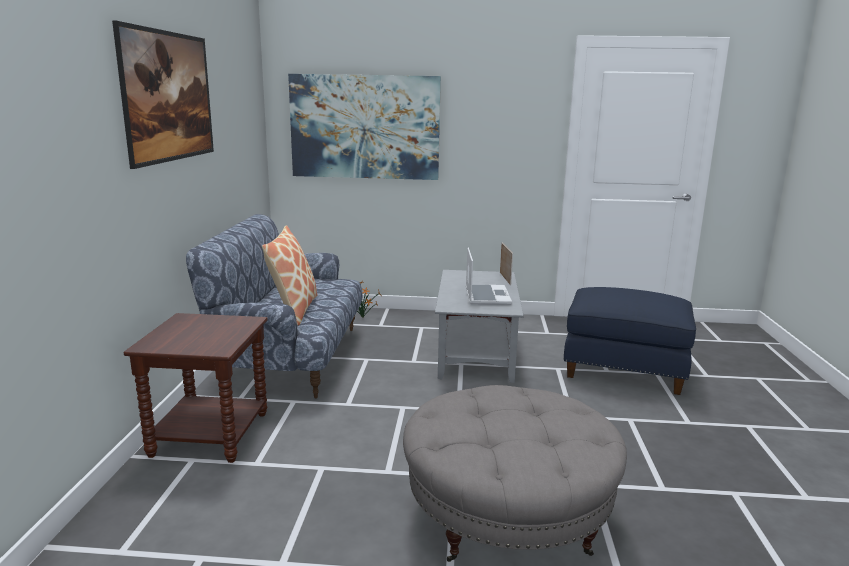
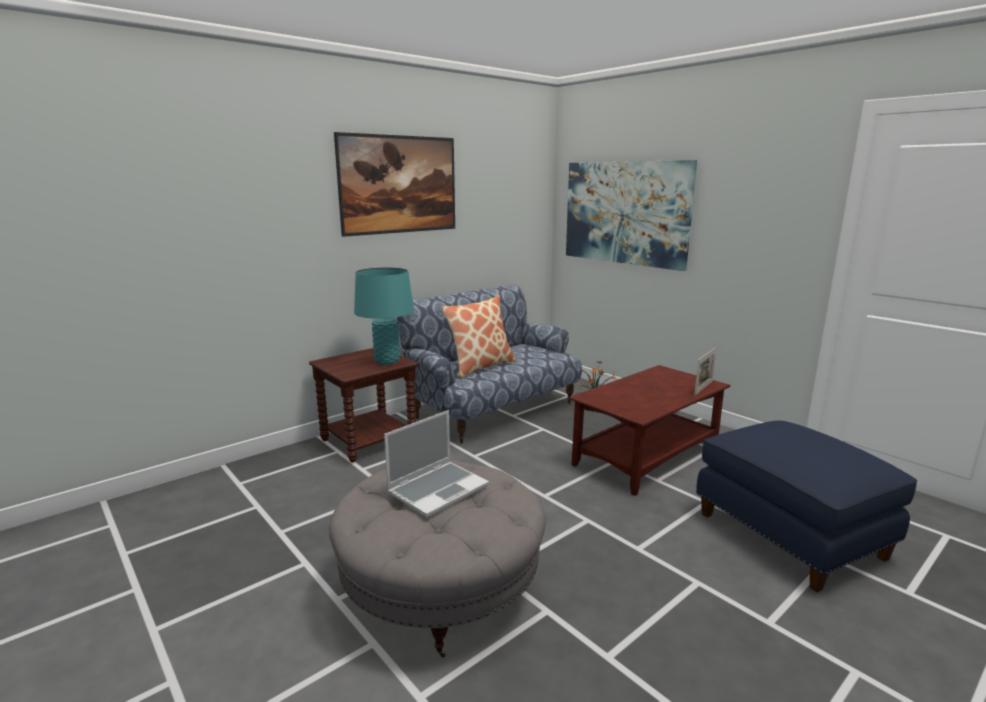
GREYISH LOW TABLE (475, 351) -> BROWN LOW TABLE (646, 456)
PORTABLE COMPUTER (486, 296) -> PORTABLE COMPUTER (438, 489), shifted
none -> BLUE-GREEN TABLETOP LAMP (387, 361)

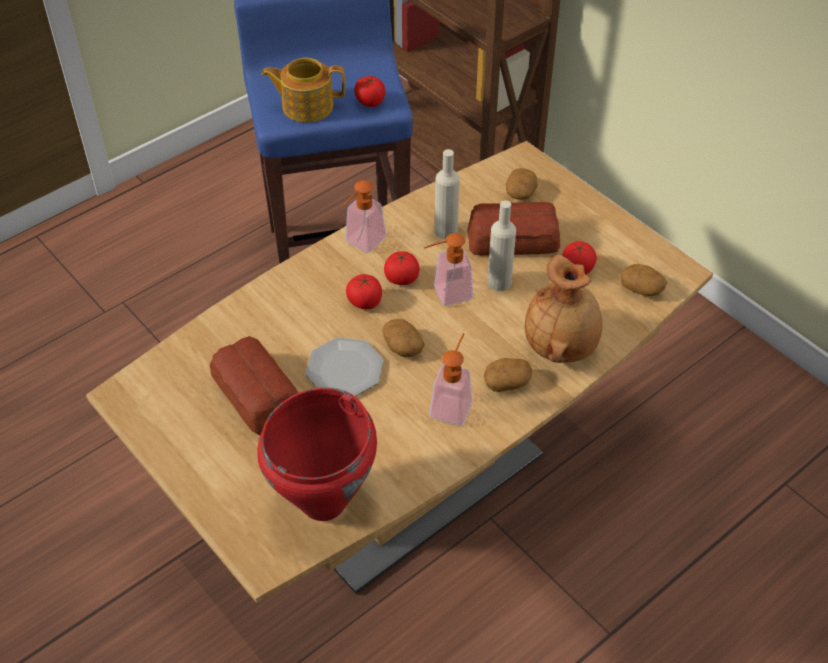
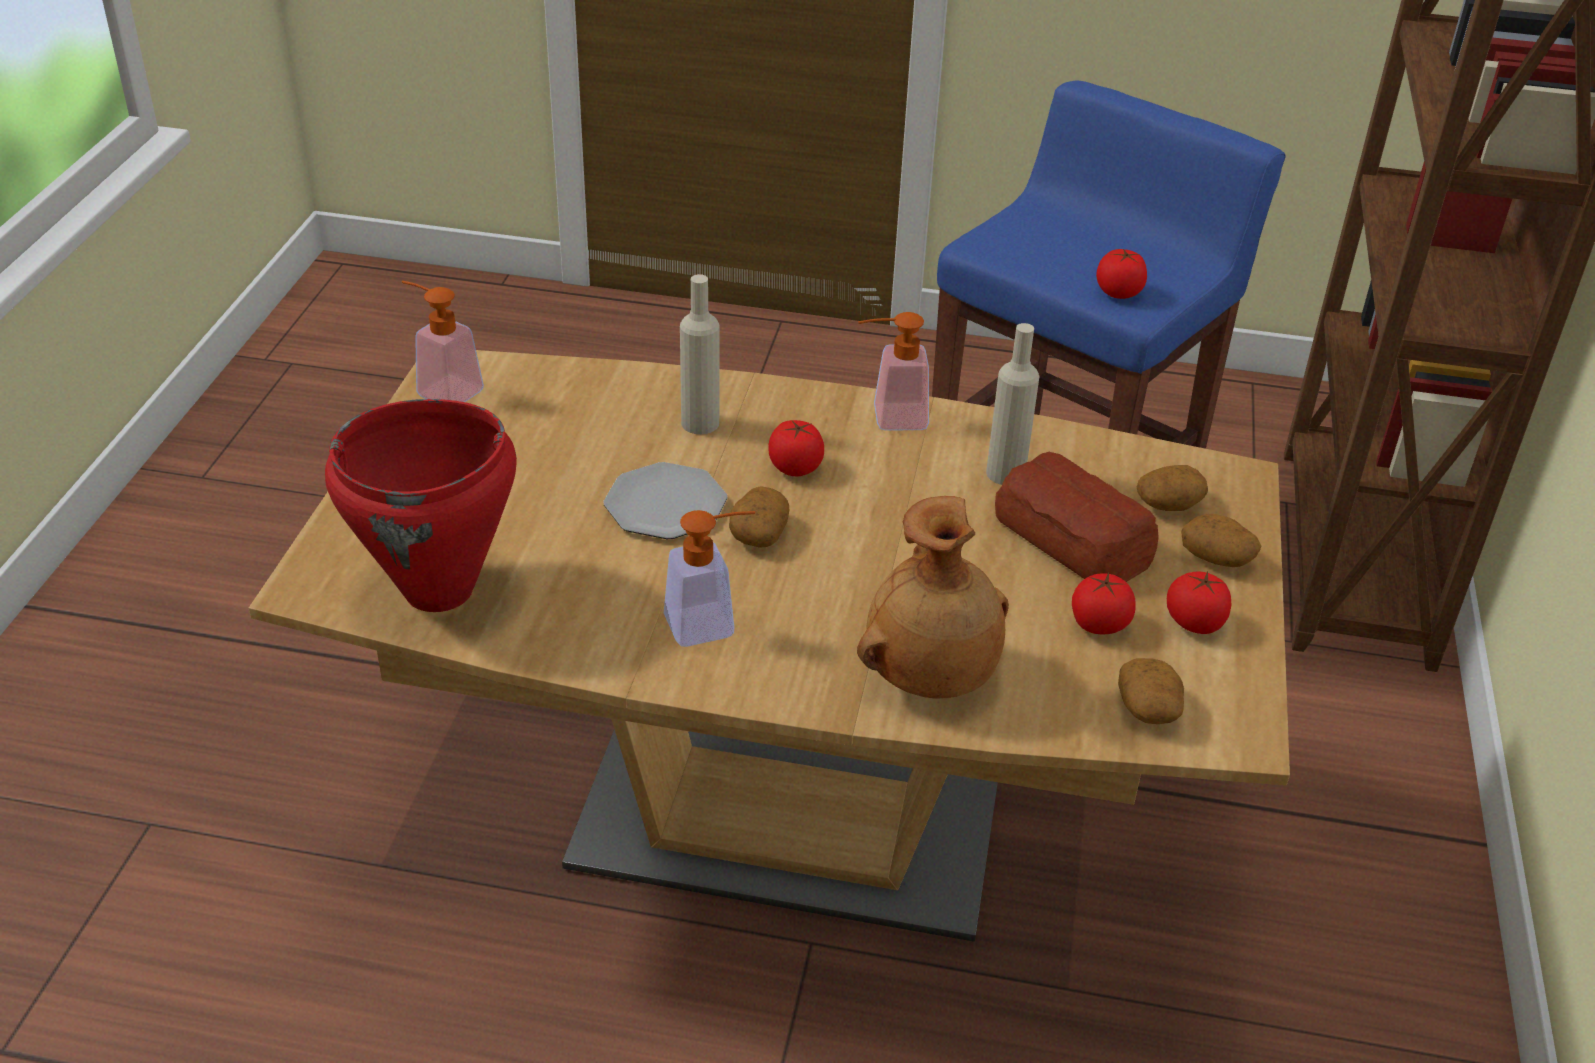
BAKED BREAD (257, 396) -> none
TEA POT (306, 106) -> none
TOMATO (401, 278) -> TOMATO (1194, 622), shifted
SOAP BOTTLE (446, 294) -> SOAP BOTTLE (442, 389), shifted
SPUD (507, 382) -> SPUD (1217, 557), shifted
BEIGE-COLOURED BOTTLE (499, 282) -> BEIGE-COLOURED BOTTLE (700, 423), shifted

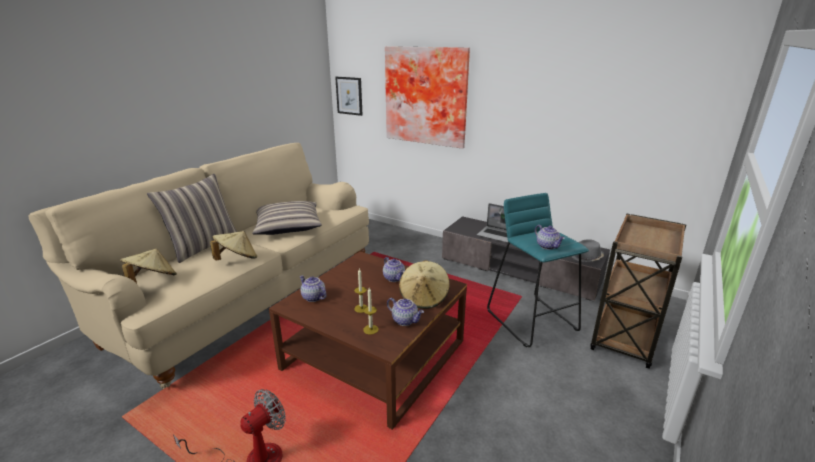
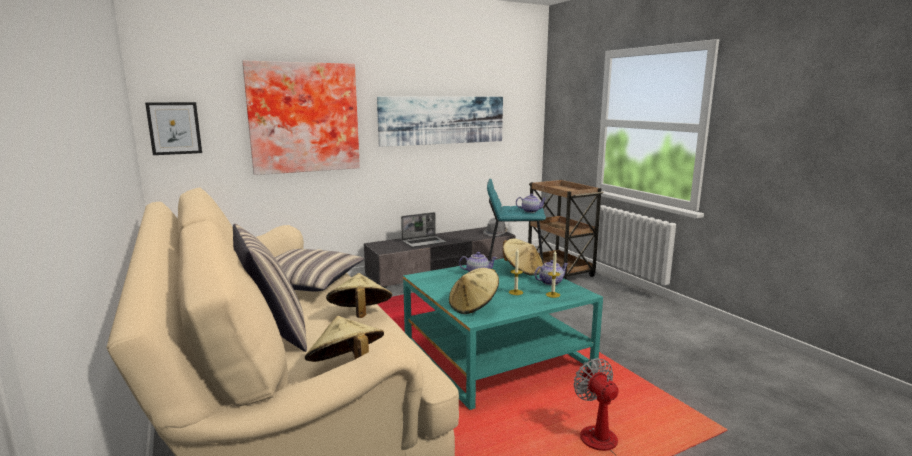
BROWN LOW TABLE (374, 355) -> BLUE-GREEN LOW TABLE (495, 355)
TEA POT (313, 297) -> BEIGE-COLOURED CLOTHING HAT (473, 306)
none -> WALL PICTURE (443, 120)

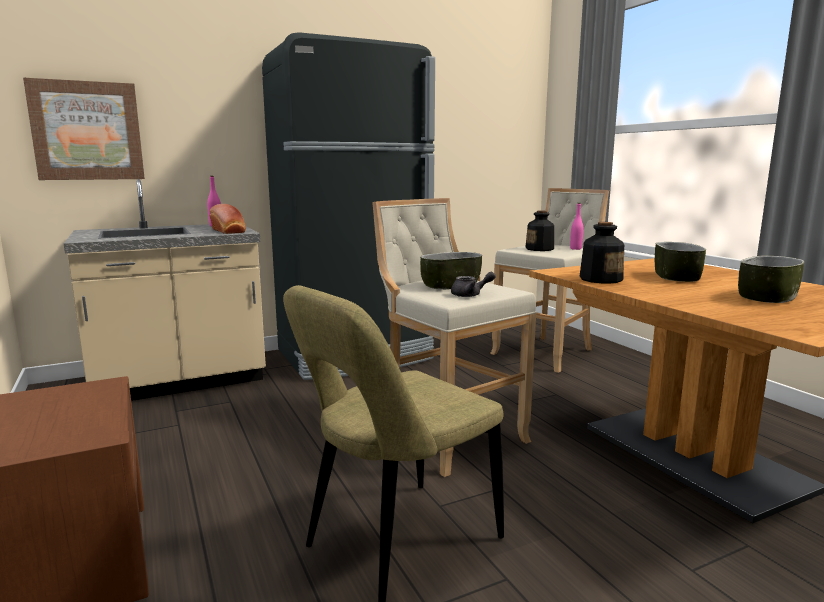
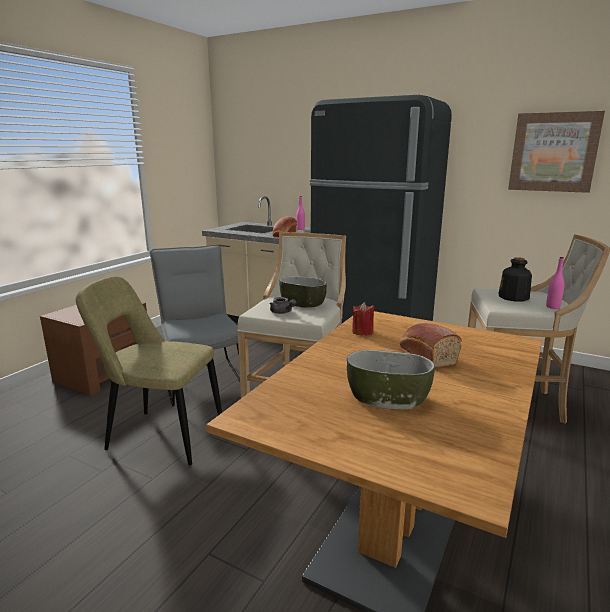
WALL PICTURE (87, 131) -> WALL PICTURE (553, 152), shifted
BOTTLE (600, 279) -> RED-COLOURED WAX CANDLE (362, 332)
SERVING BOWL (676, 277) -> BAKED BREAD (425, 355)
none -> GREYISH PLAIN CHAIR (202, 378)

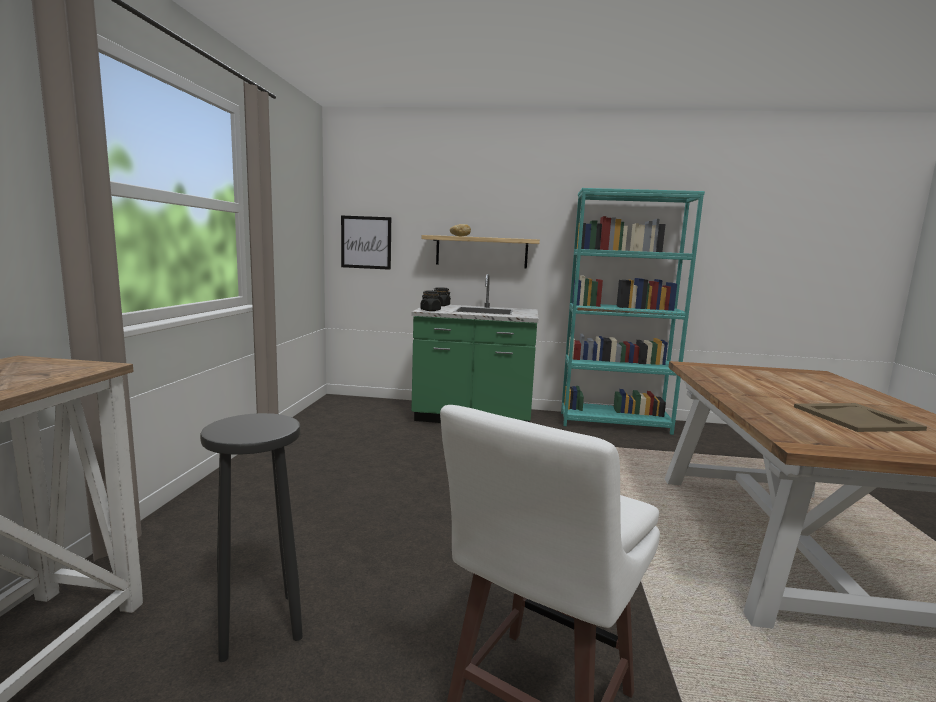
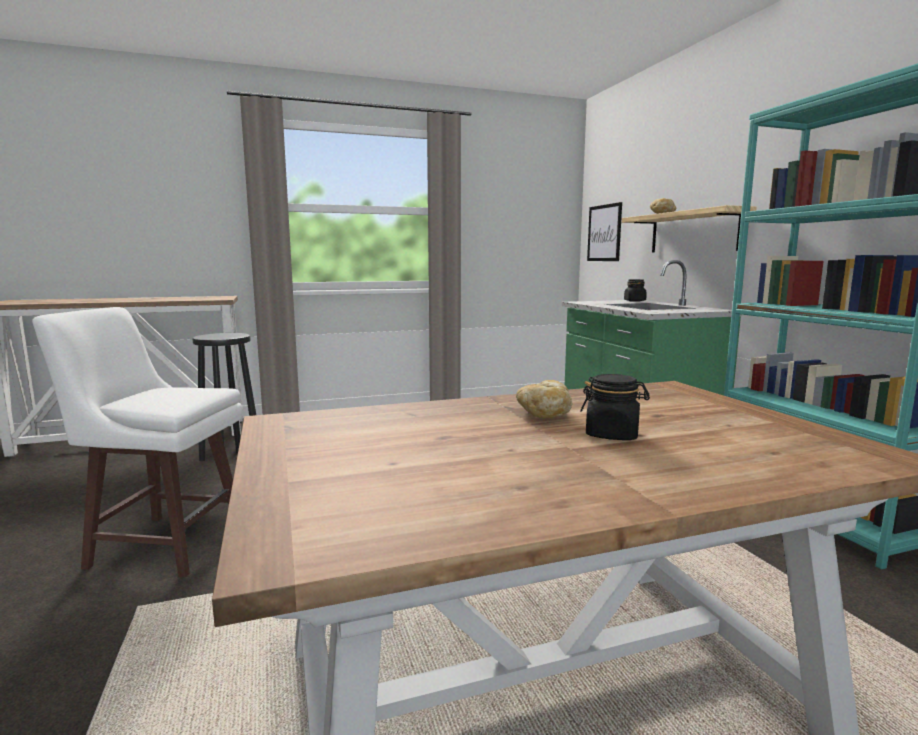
BLACK-COLOURED PRESERVE JAR (430, 310) -> BLACK-COLOURED PRESERVE JAR (612, 434), shifted
BEIGE-COLOURED CARRYING TRAY (854, 418) -> none
none -> BAKED BREAD (544, 414)

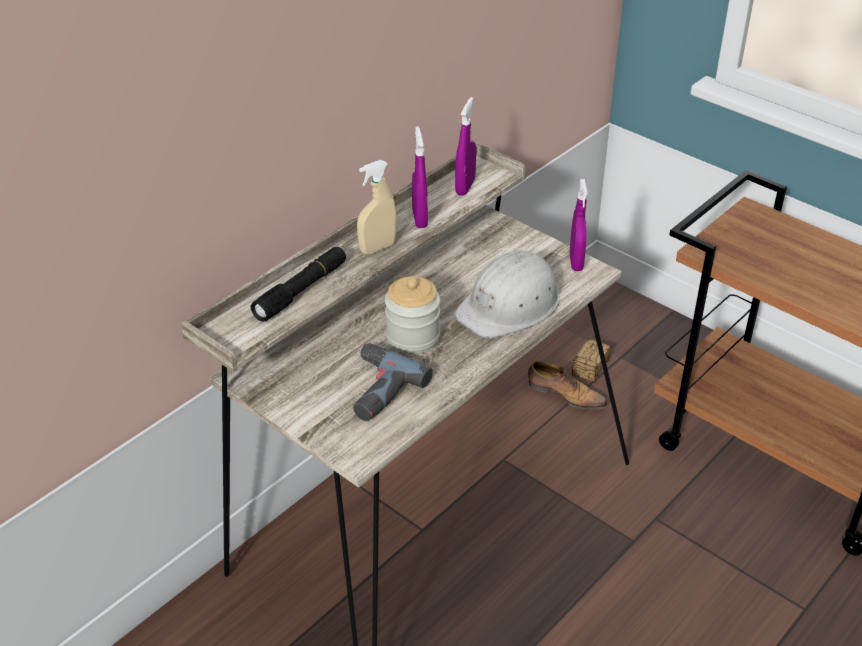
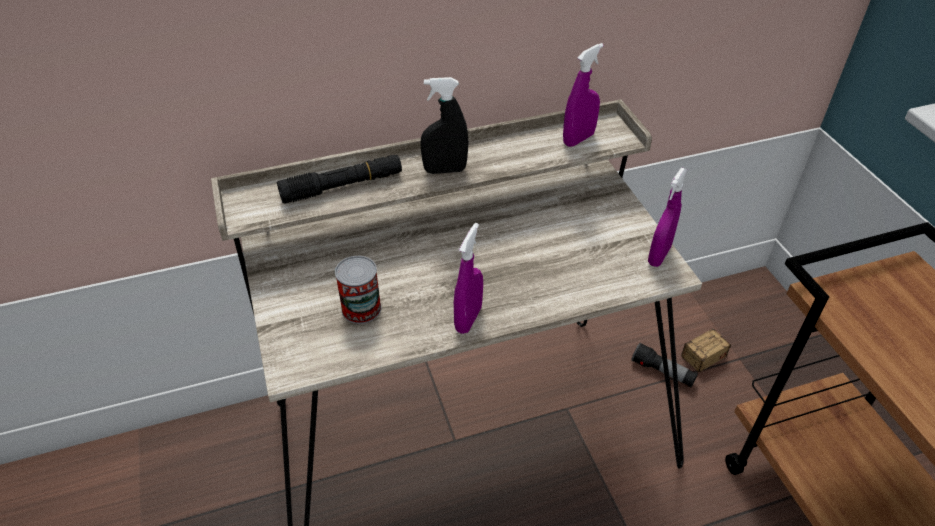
DRILL (375, 389) -> METAL CAN (361, 308)
BEIGE-COLOURED SPRAY BOTTLE (377, 248) -> BLACK-COLOURED SPRAY BOTTLE (445, 170)
PRESERVE JAR (413, 337) -> none
PURPLE-COLOURED SPRAY BOTTLE (419, 219) -> PURPLE-COLOURED SPRAY BOTTLE (468, 319), shifted
WHITISH WORK HELMET (510, 305) -> none
ITEM OF FOOTWEAR (564, 394) -> TORCH (662, 372)

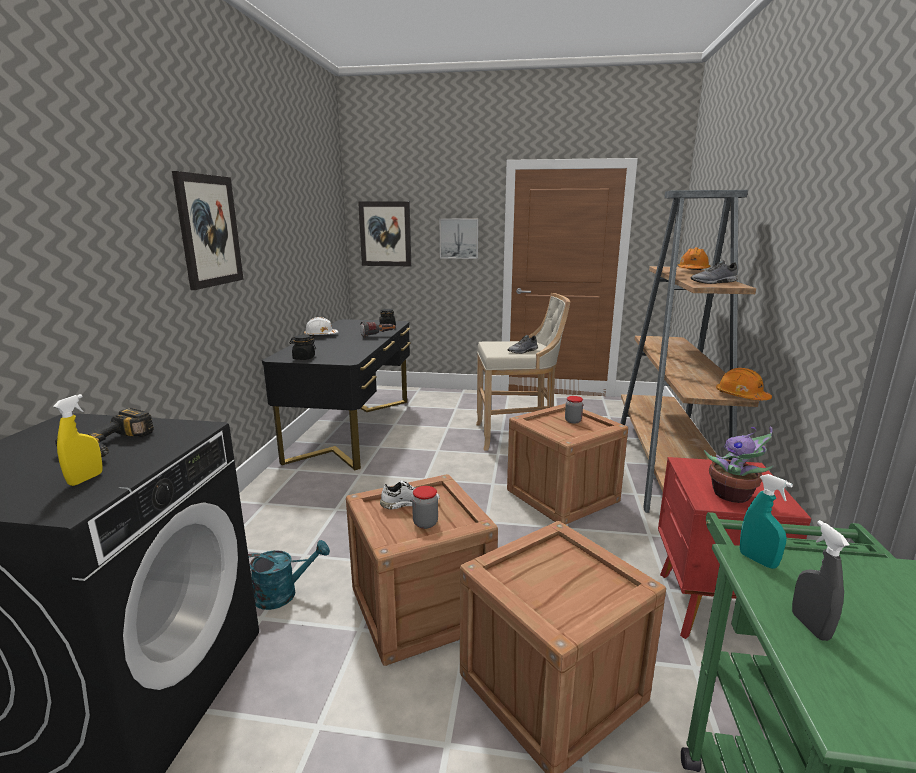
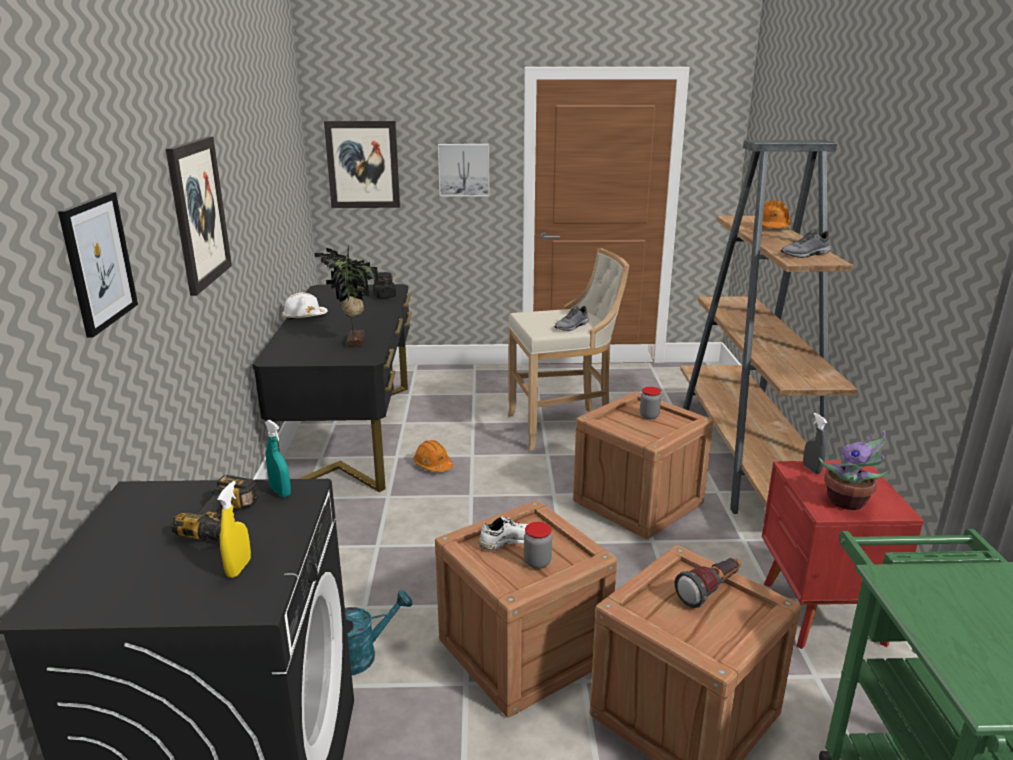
BLACK-COLOURED PRESERVE JAR (304, 358) -> none
TORCH (378, 336) -> TORCH (710, 591), shifted
ORANGE WORK HELMET (741, 396) -> ORANGE WORK HELMET (433, 465), shifted
BLUE-GREEN SPRAY BOTTLE (757, 560) -> BLUE-GREEN SPRAY BOTTLE (280, 492), shifted
GREYISH SPRAY BOTTLE (810, 626) -> GREYISH SPRAY BOTTLE (811, 469), shifted
none -> WALL PICTURE (98, 262)
none -> POTTED PLANT (353, 342)

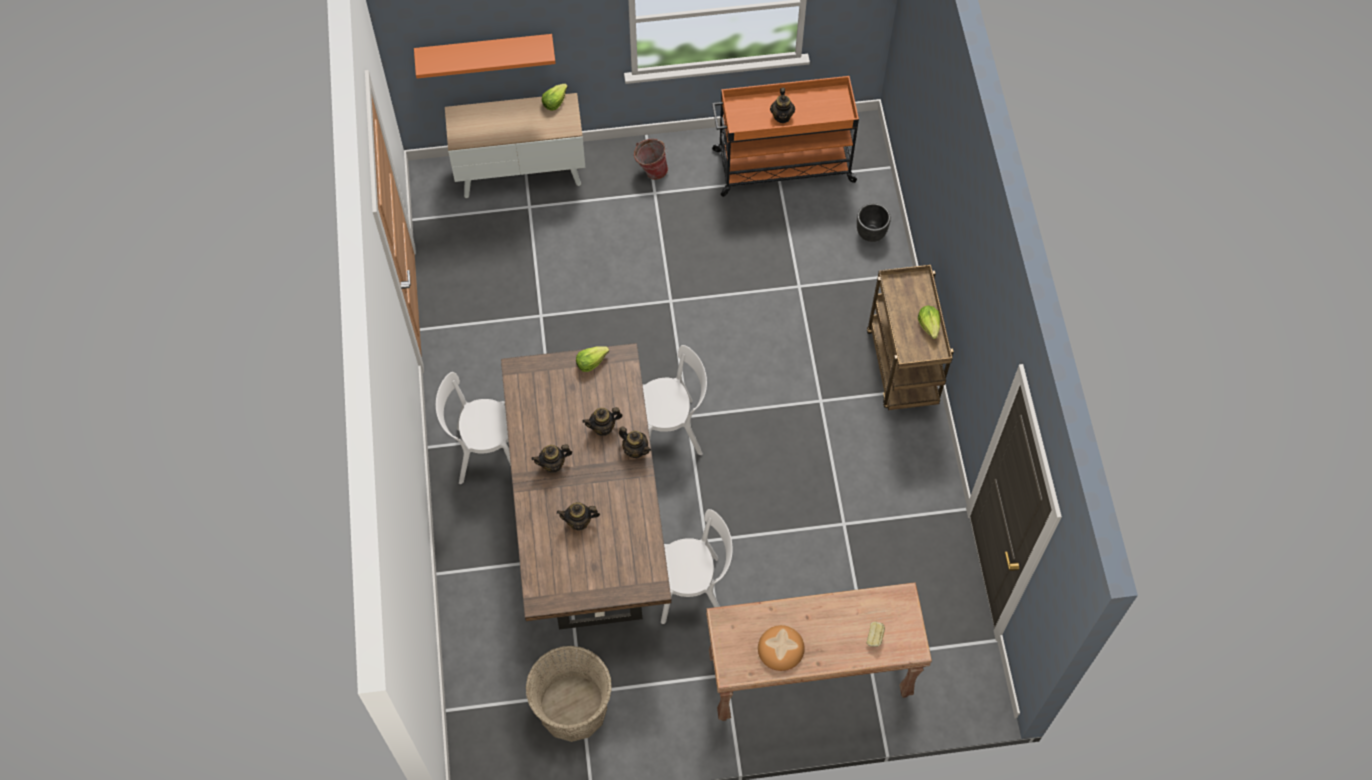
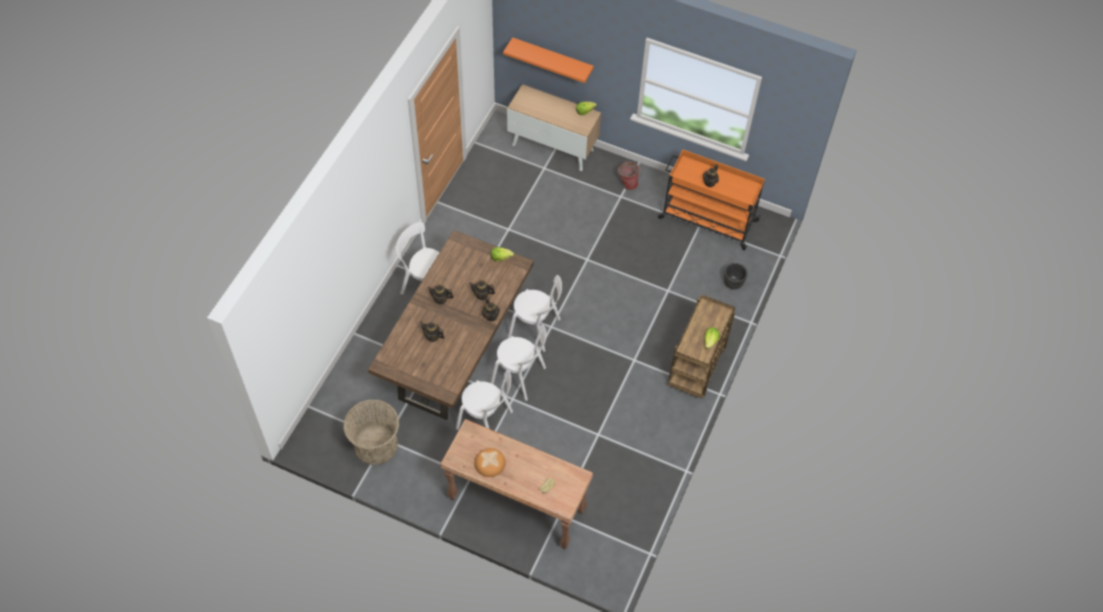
none -> WHITISH PLAIN CHAIR (520, 376)

